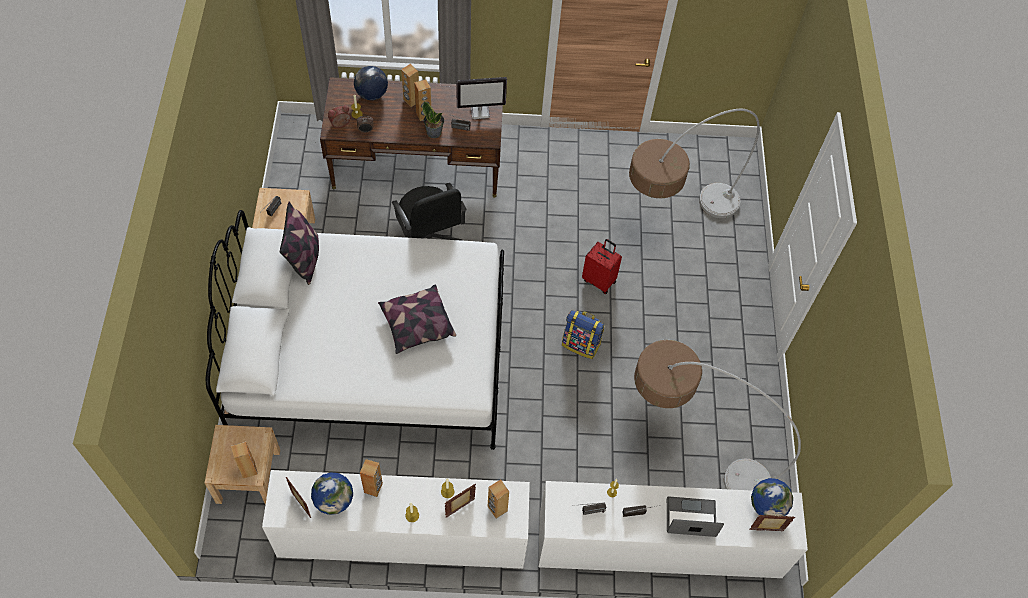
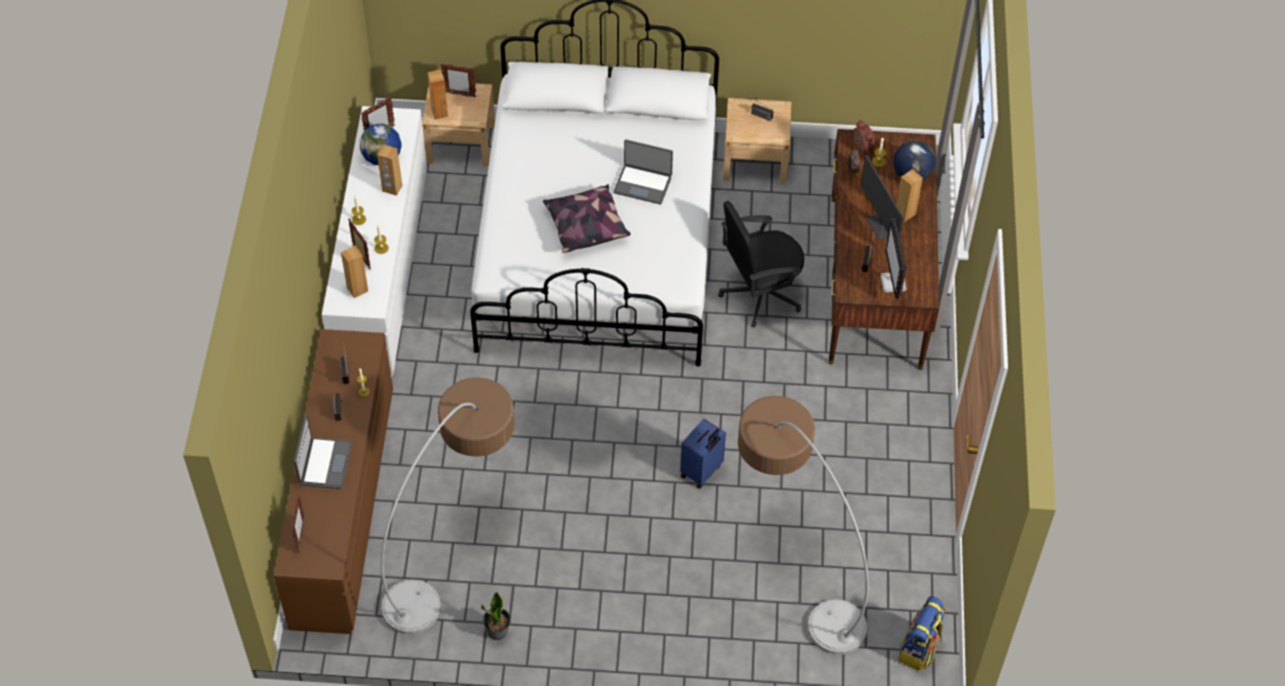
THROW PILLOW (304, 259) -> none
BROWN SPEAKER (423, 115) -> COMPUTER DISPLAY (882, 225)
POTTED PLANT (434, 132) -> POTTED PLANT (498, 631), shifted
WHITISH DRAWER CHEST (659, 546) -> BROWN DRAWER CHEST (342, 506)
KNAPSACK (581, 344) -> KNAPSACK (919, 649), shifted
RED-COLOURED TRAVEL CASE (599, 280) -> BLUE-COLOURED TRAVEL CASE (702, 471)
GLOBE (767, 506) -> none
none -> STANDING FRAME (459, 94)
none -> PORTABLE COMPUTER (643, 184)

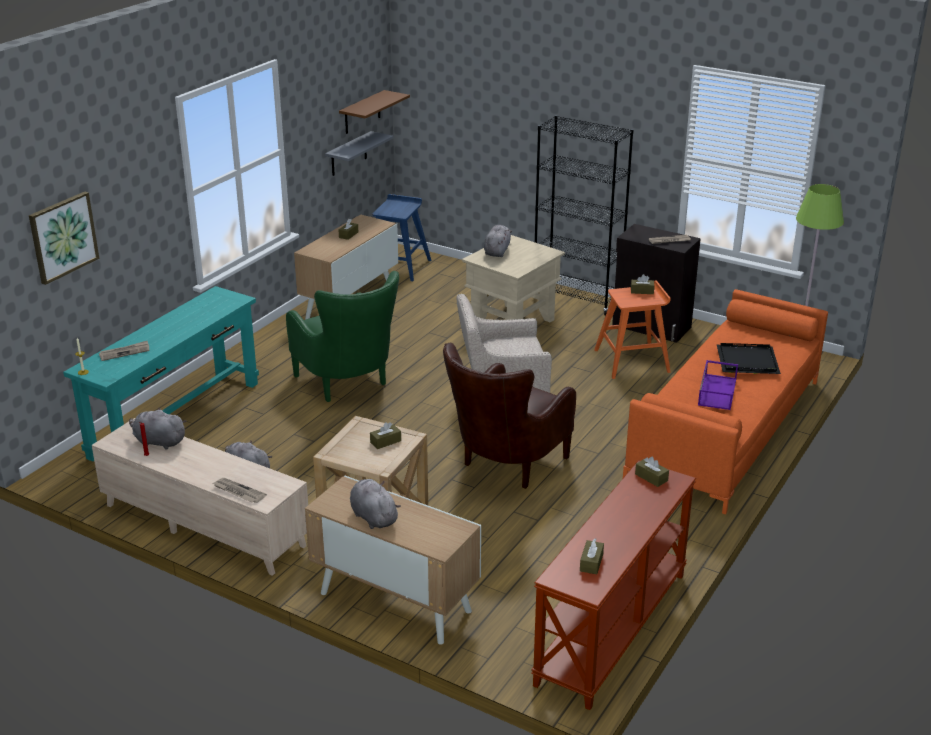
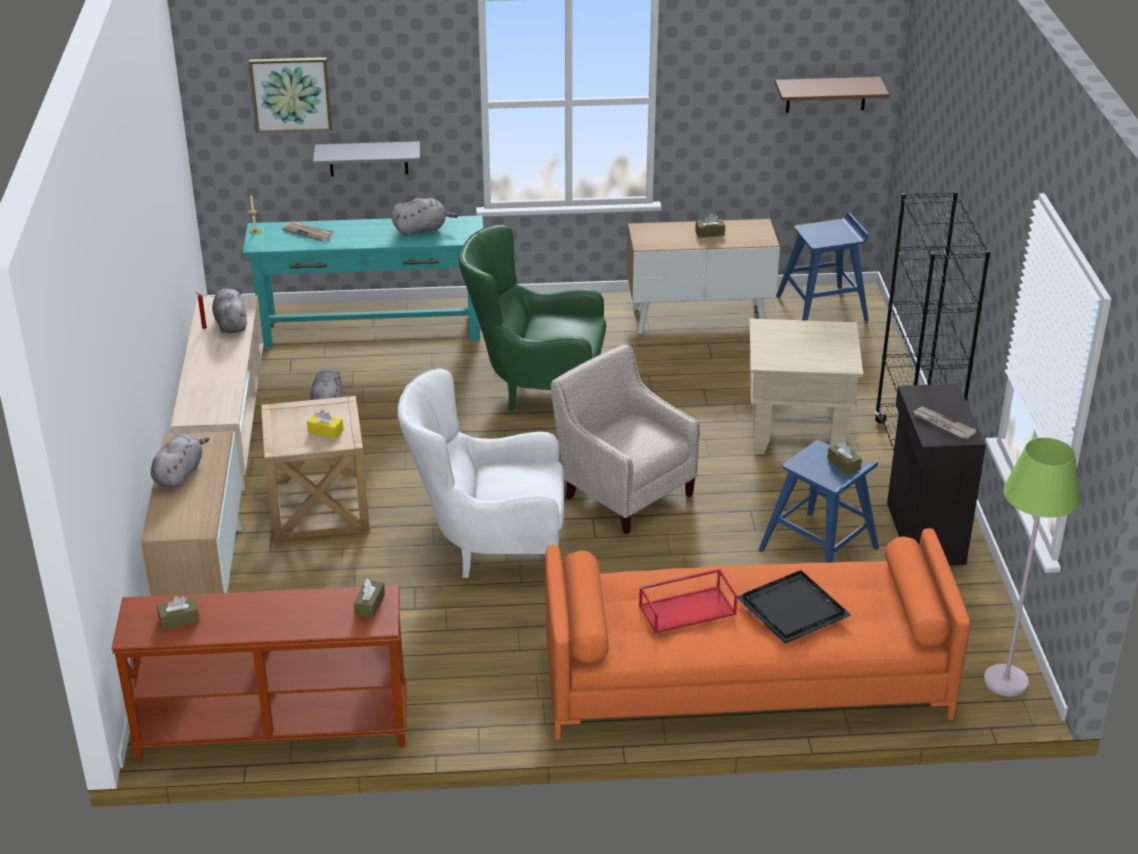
PRINTED PAPER (238, 492) -> none
GREENISH LOUNGE CHAIR (348, 386) -> GREENISH LOUNGE CHAIR (536, 390), 75 degrees clockwise
GREYISH WALL SHELF (348, 154) -> GREYISH WALL SHELF (368, 158), shifted
BROWN BOX OF TISSUES (385, 441) -> YELLOWISH BOX OF TISSUES (325, 431)
BROWN LOUNGE CHAIR (505, 468) -> WHITISH LOUNGE CHAIR (489, 549)
GREYISH SOFT TOY (497, 251) -> GREYISH SOFT TOY (422, 230), shifted
ORANGE STOOL (632, 361) -> BLUE-COLOURED STOOL (819, 550)
PURPLE-COLOURED CARRYING TRAY (716, 391) -> RED-COLOURED CARRYING TRAY (688, 609)

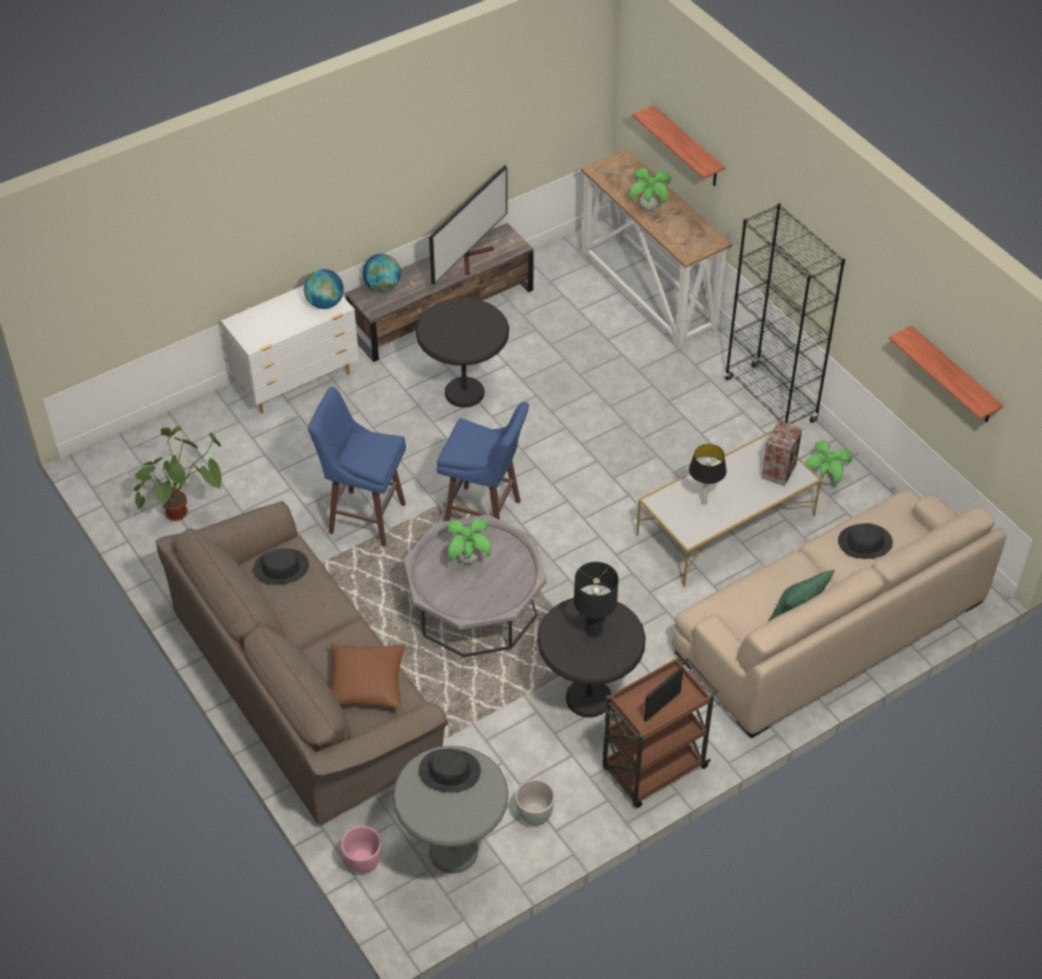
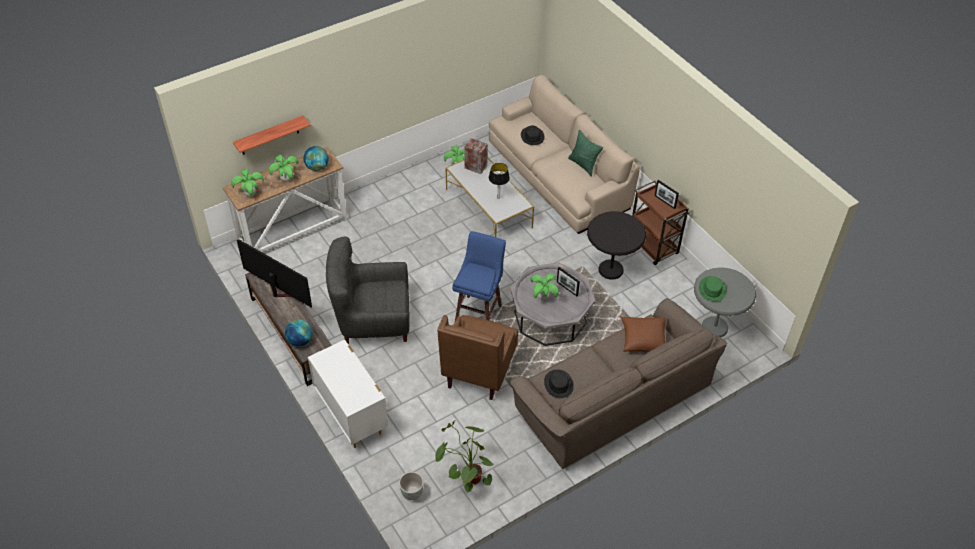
GLOBE (325, 303) -> GLOBE (317, 167), shifted
BLUE-COLOURED STOOL (365, 517) -> BROWN LOUNGE CHAIR (479, 372)
PINKISH PLANTER (362, 861) -> none
BLACK-COLOURED END TABLE (464, 393) -> GREYISH LOUNGE CHAIR (372, 322)
BLACK-COLOURED CLOTHING HAT (449, 771) -> GREENISH CLOTHING HAT (712, 289)
GREYISH PLANTER (535, 814) -> GREYISH PLANTER (412, 492), shifted
BLACK-COLOURED TABLETOP LAMP (594, 630) -> none
BLACK-COLOURED BOOKSHELF (770, 400) -> none
WALL SHELF (953, 377) -> none
none -> POTTED PLANT (250, 194)
none -> STANDING FRAME (567, 289)

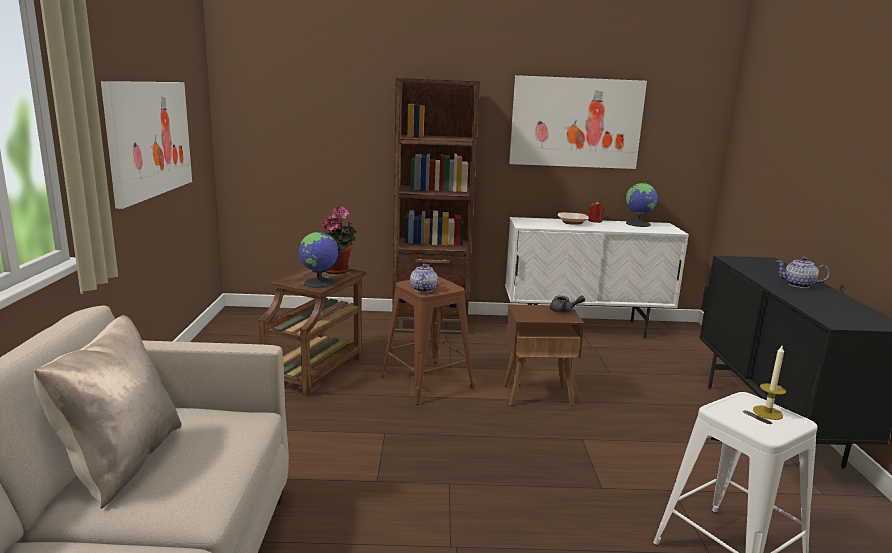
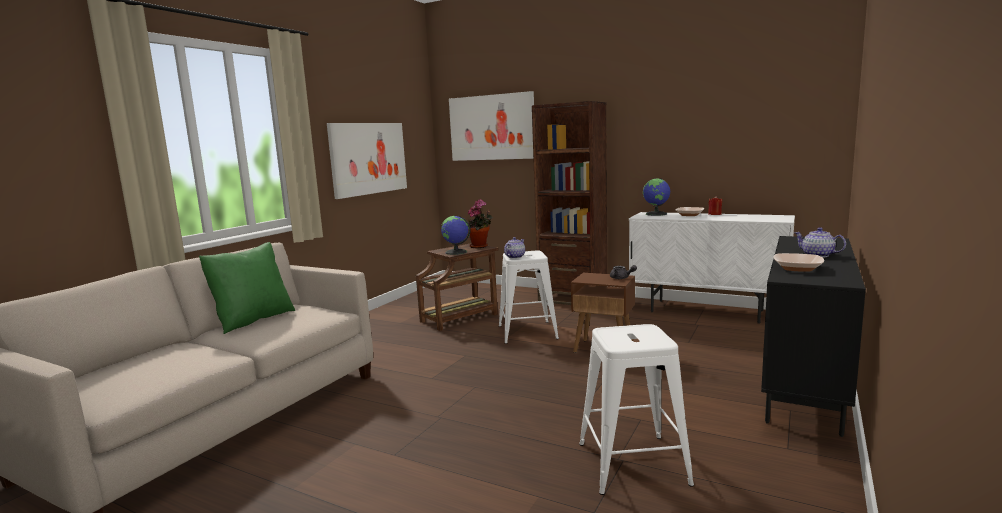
BEIGE-COLOURED THROW PILLOW (120, 462) -> GREENISH THROW PILLOW (253, 320)
BROWN STOOL (426, 382) -> WHITISH STOOL (527, 332)
WALL PICTURE (576, 122) -> WALL PICTURE (492, 127), shifted
GLOBE (638, 224) -> GLOBE (656, 214), shifted
WAX CANDLE (767, 412) -> none
none -> SERVING BOWL (797, 268)

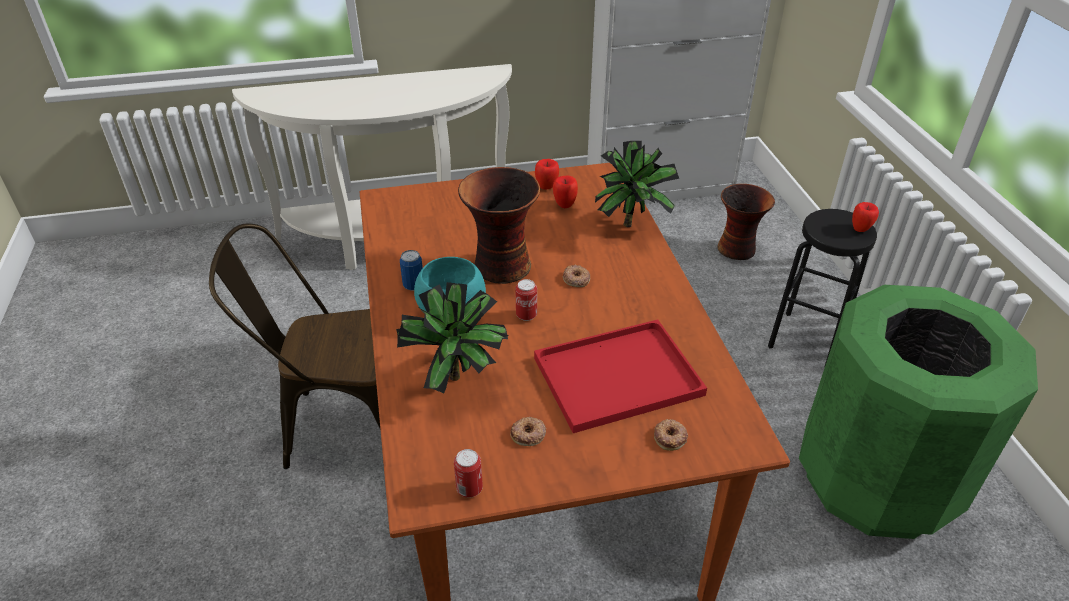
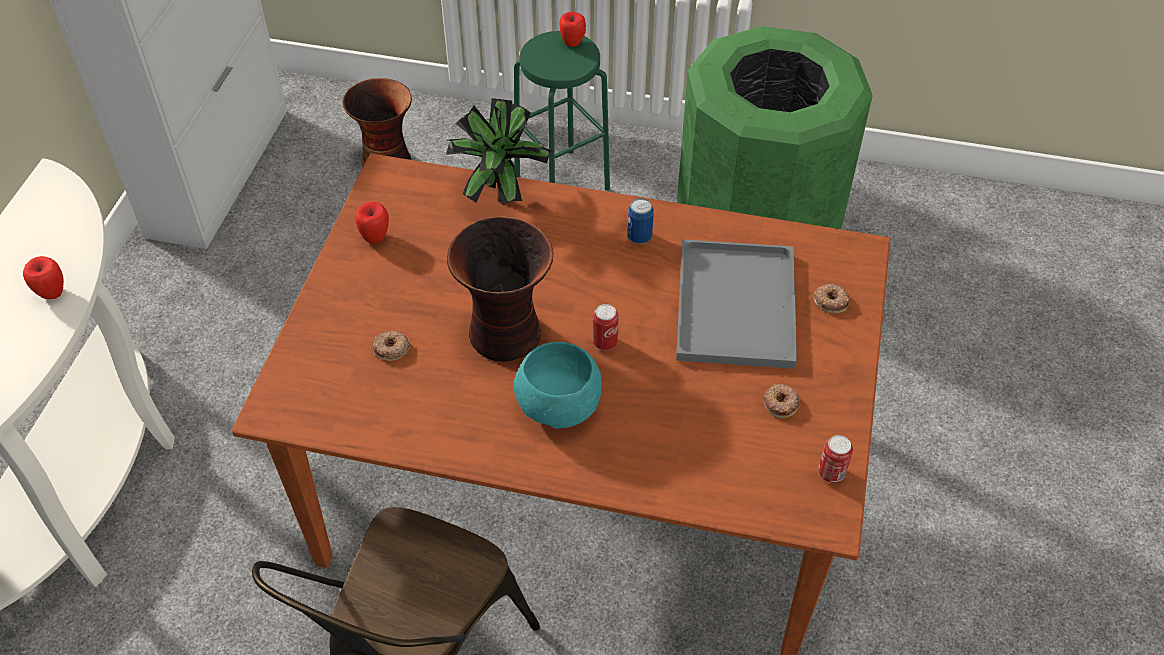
POTTED PLANT (459, 381) -> none
METAL CAN (413, 285) -> METAL CAN (639, 237), shifted
RED-COLOURED CARRYING TRAY (615, 378) -> GREYISH CARRYING TRAY (737, 308)
WHOLE APPLE (564, 205) -> WHOLE APPLE (52, 293), shifted
RING DOUGHNUT (576, 279) -> RING DOUGHNUT (391, 348), shifted
BLACK-COLOURED STOOL (807, 340) -> GREENISH STOOL (562, 182)

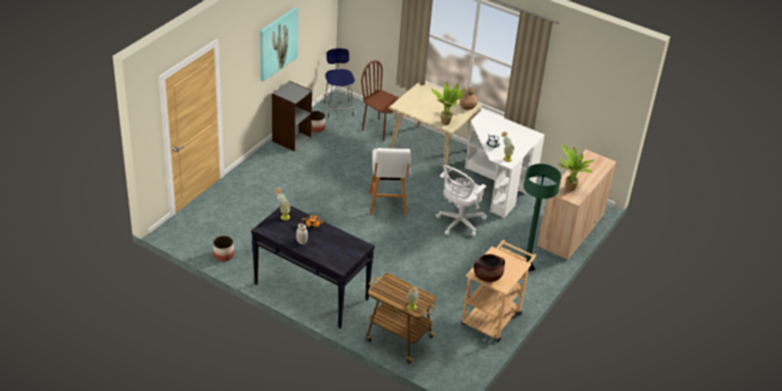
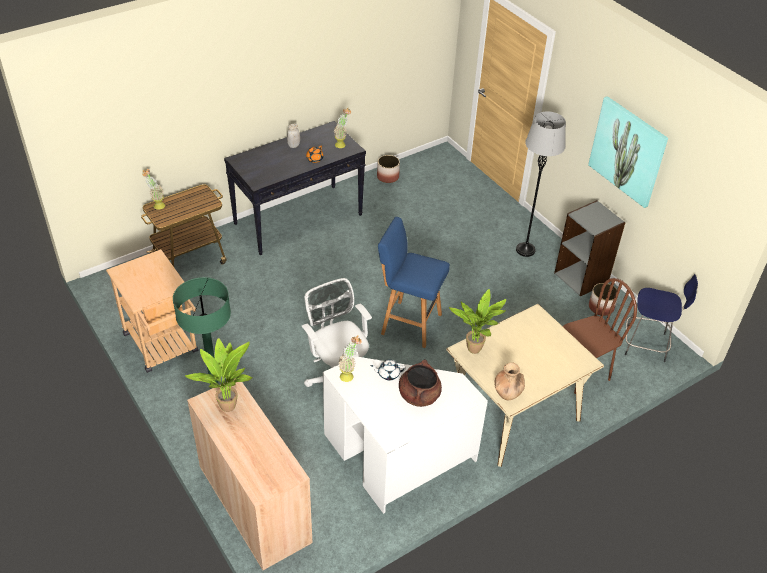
WHITISH STOOL (387, 205) -> BLUE-COLOURED STOOL (409, 323)
BROWN COOKING POT (487, 276) -> BROWN COOKING POT (419, 395), shifted
none -> GREYISH STANDING LAMP (525, 250)

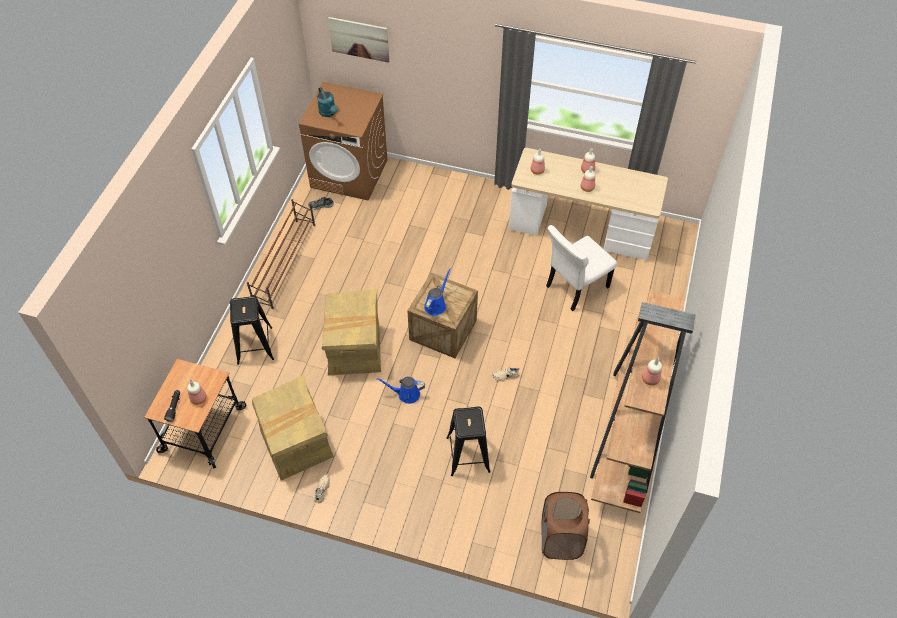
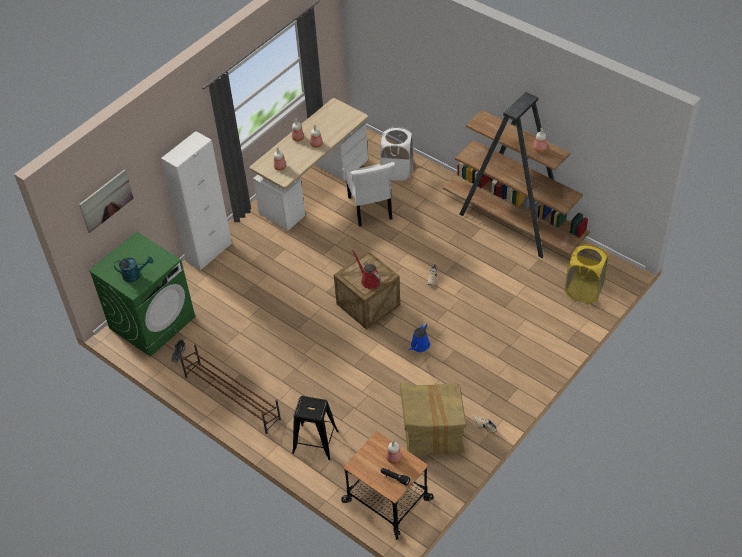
BROWN LAUNDRY MACHINE (349, 173) -> GREENISH LAUNDRY MACHINE (152, 322)
CARTON (354, 349) -> none
BLUE-COLOURED SPRINKLING CAN (436, 305) -> RED-COLOURED SPRINKLING CAN (369, 280)
BLACK-COLOURED STOOL (468, 455) -> none
BROWN LAUNDRY BASKET (560, 539) -> YELLOWISH LAUNDRY BASKET (583, 291)
none -> WHITISH STORAGE CABINET (209, 252)
none -> WHITISH LAUNDRY BASKET (397, 171)

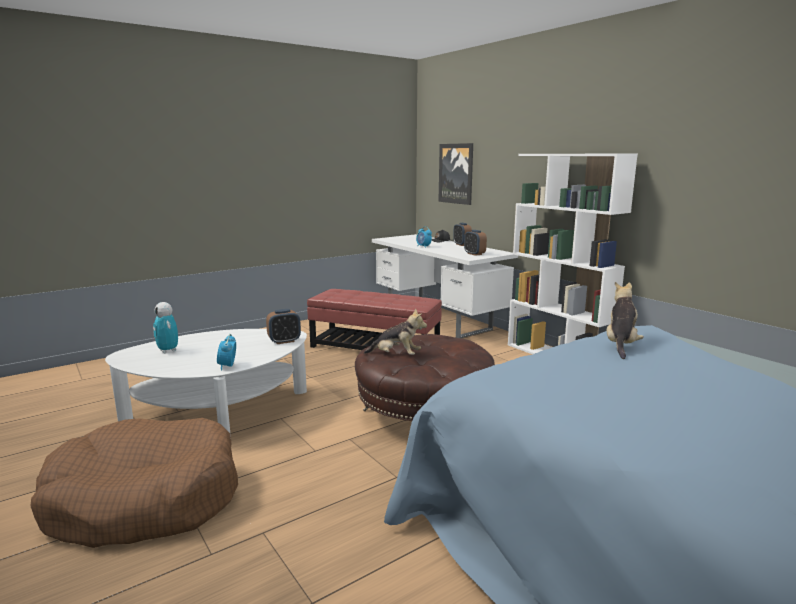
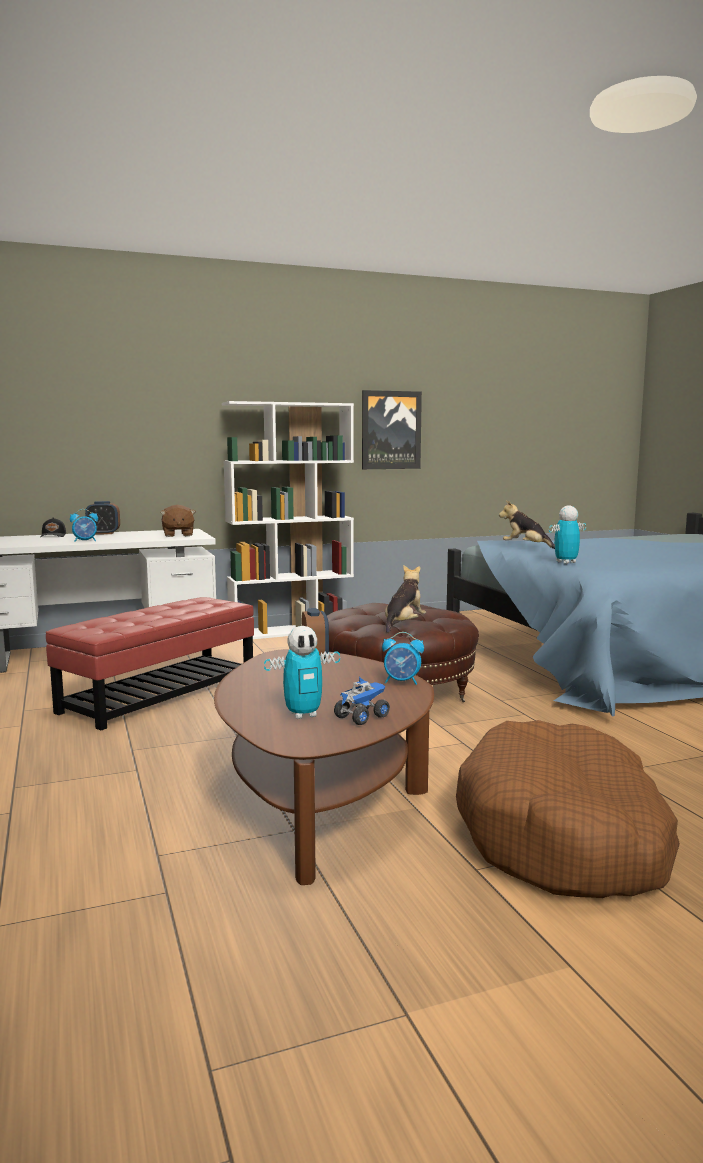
WHITISH LOW TABLE (219, 412) -> BROWN LOW TABLE (320, 797)
WALL PICTURE (456, 173) -> WALL PICTURE (391, 430), shifted
BEDSIDE CLOCK (474, 254) -> BROWN SOFT TOY (178, 535)
none -> MODEL TRUCK (362, 717)
none -> TOY ROBOT (566, 562)

